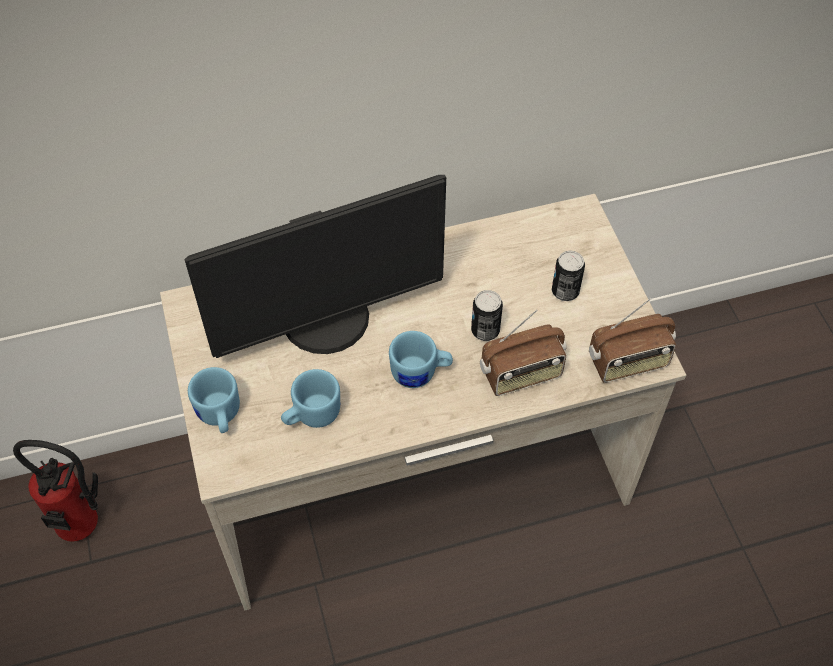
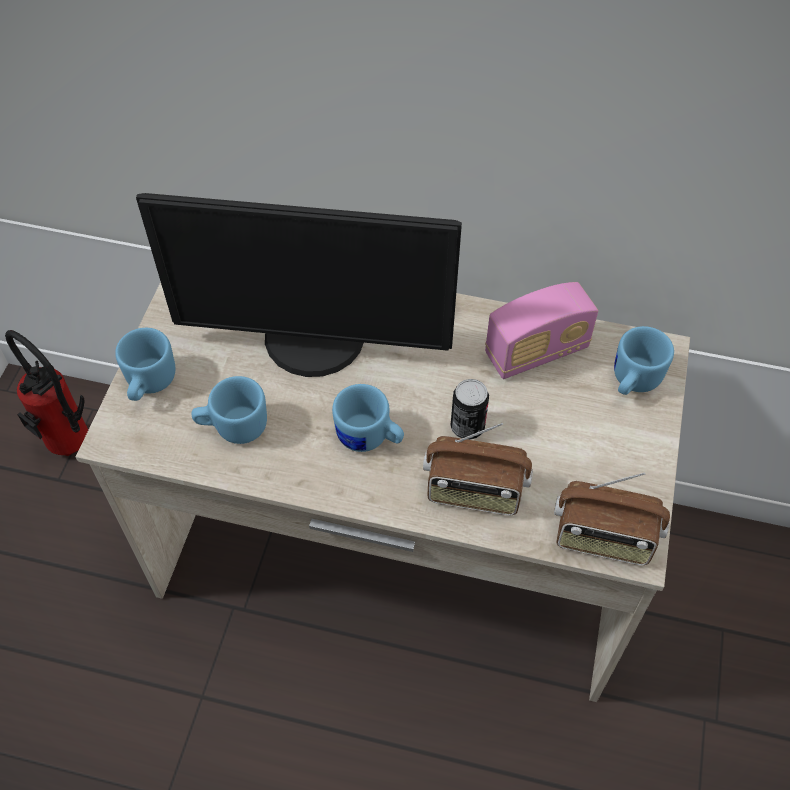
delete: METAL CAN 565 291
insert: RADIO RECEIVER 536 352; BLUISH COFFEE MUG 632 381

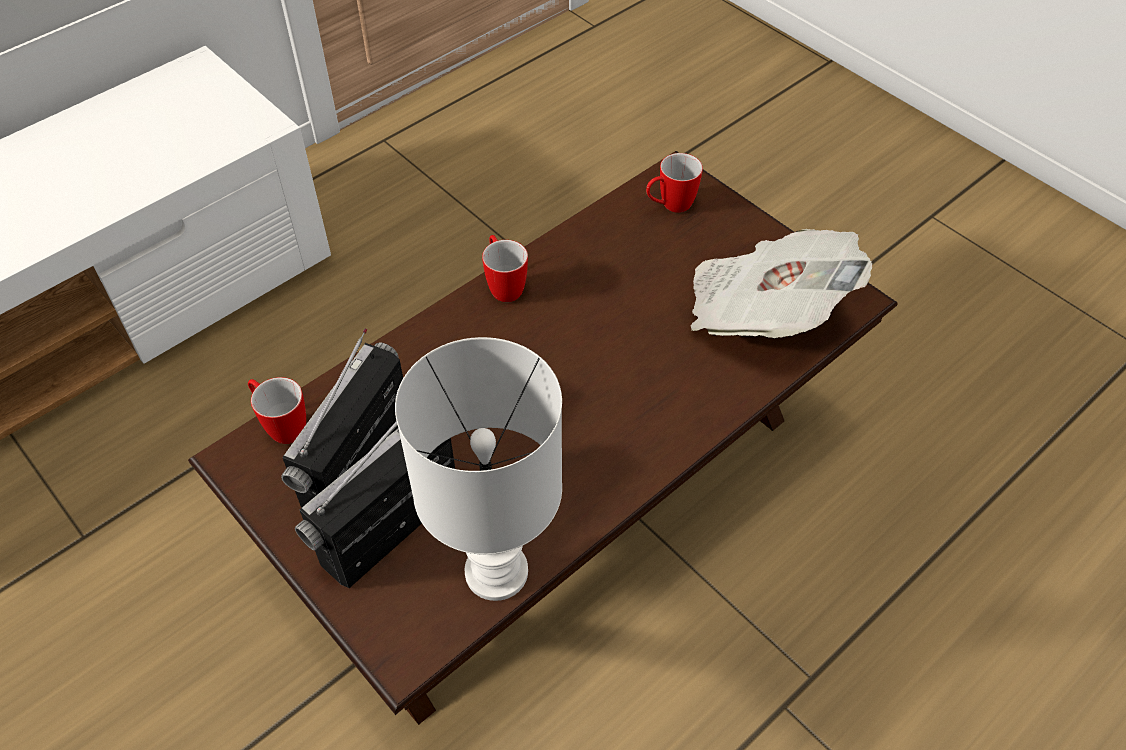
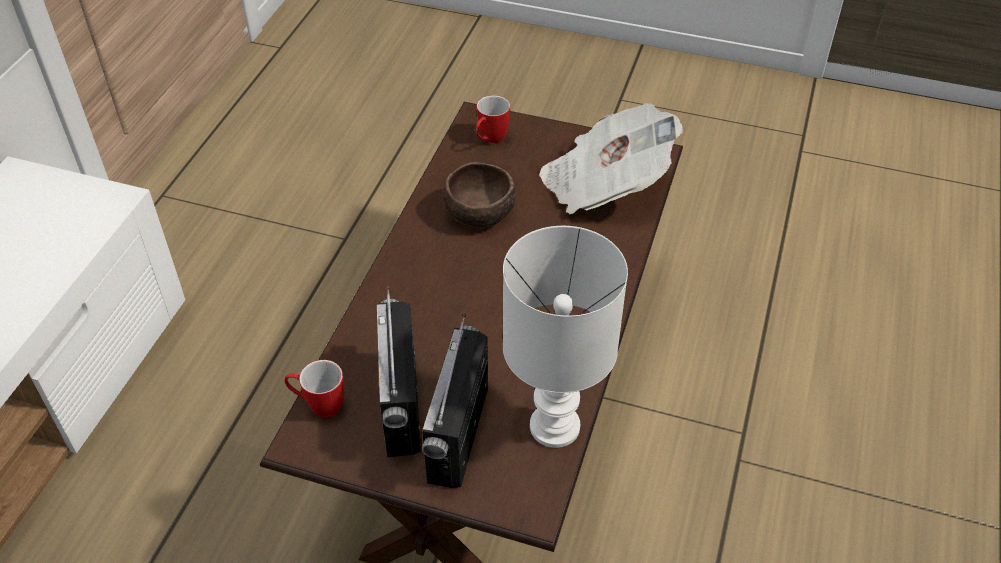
delete: COFFEE MUG 503 285
insert: BROWNISH DEEP DISH 481 212

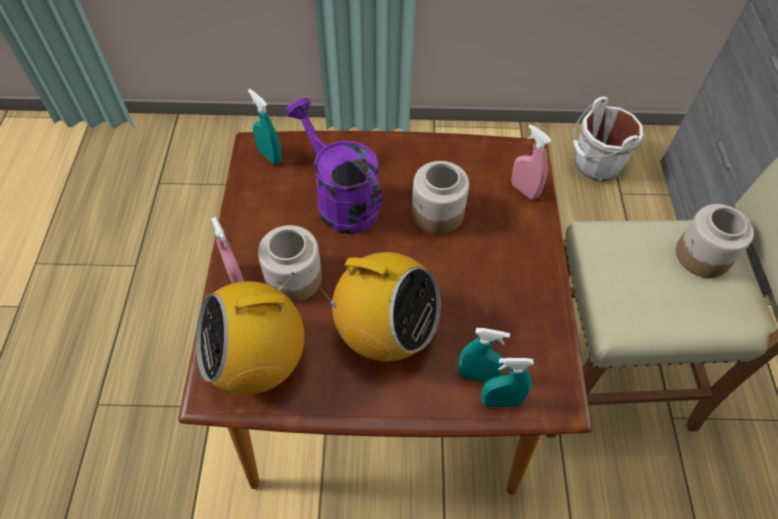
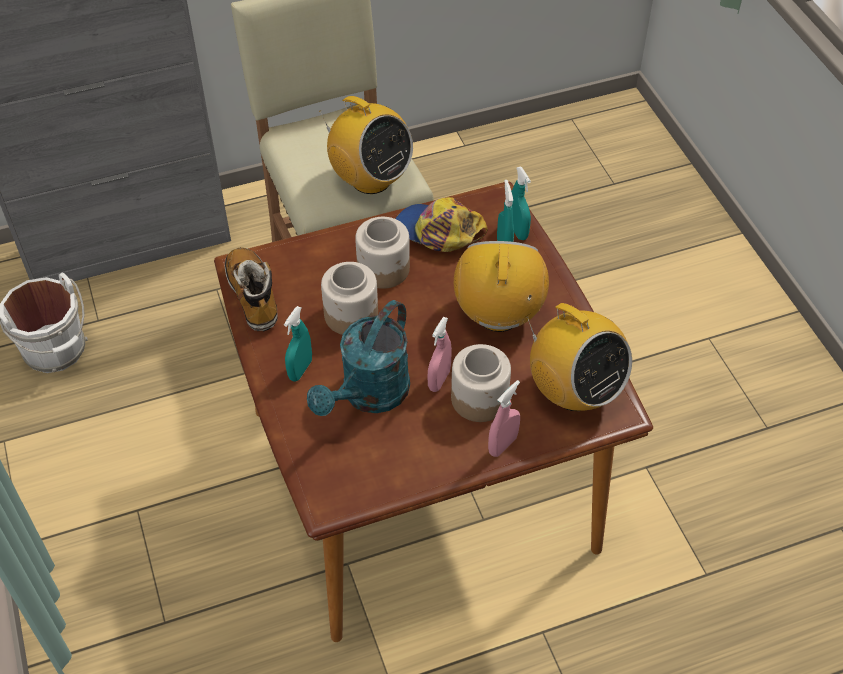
insert: RADIO RECEIVER 370 180; BASEBALL CAP 438 232; BOOT 253 296
move: BLUE-GREEN HAND SPRAYER 270 156 to 300 370; PINKISH HAND SPRAYER 524 190 to 439 380; STORAGE JAR 702 256 to 384 269
recolor: PURPLE-COLOURED WATERING POT 340 200 to BLUE-GREEN WATERING POT 369 396

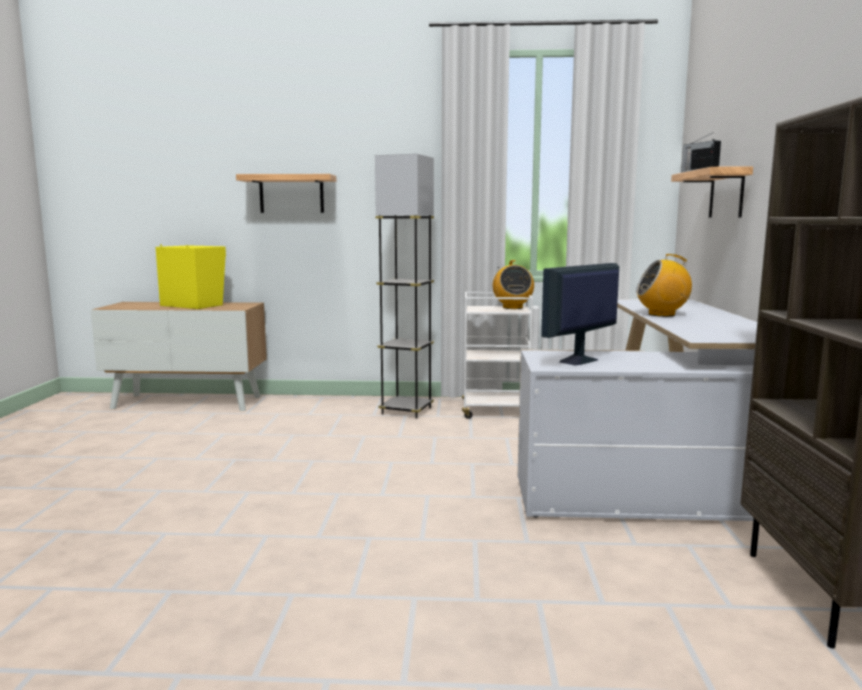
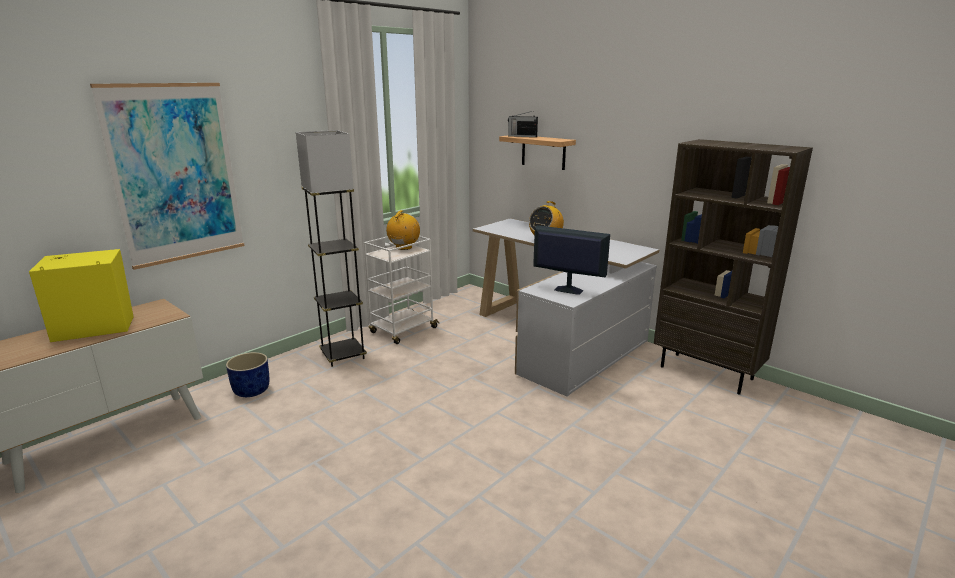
insert: BLUISH FLOWER POT 252 391
replace: SHELF 291 194 to PICTURE 175 174
rotate: RADIO RECEIVER 512 307 = 404 247 105 degrees counterclockwise; MONITOR 578 361 = 567 290 120 degrees clockwise

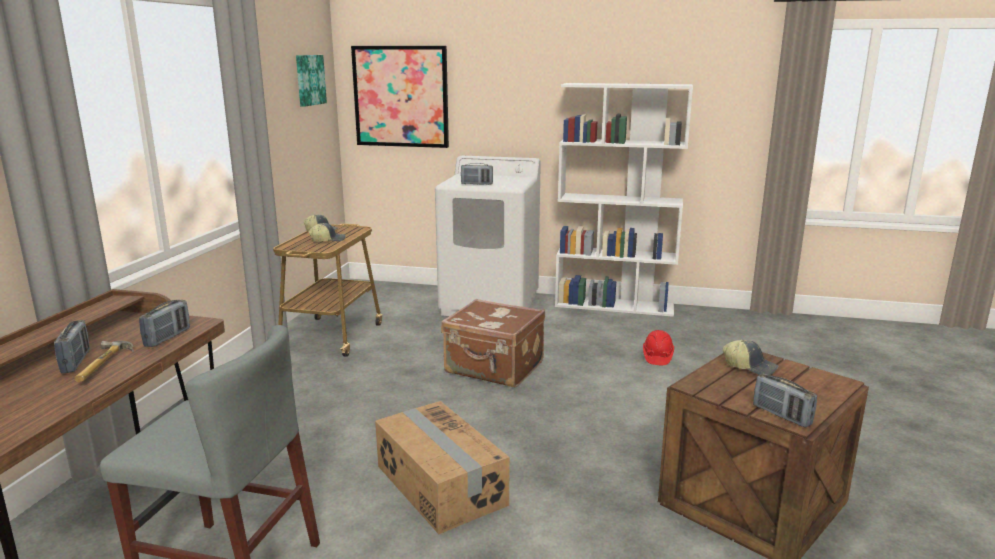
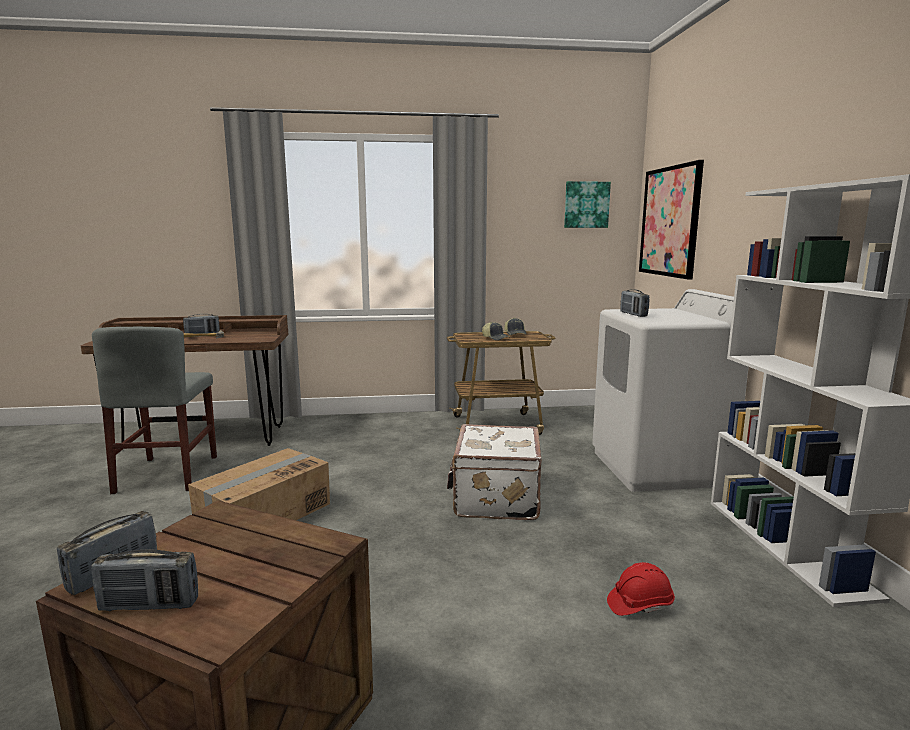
delete: BASEBALL CAP 750 366
move: RADIO RECEIVER 167 337 to 149 605
recolor: BROWNISH SUITCASE 494 368 to WHITISH SUITCASE 495 499

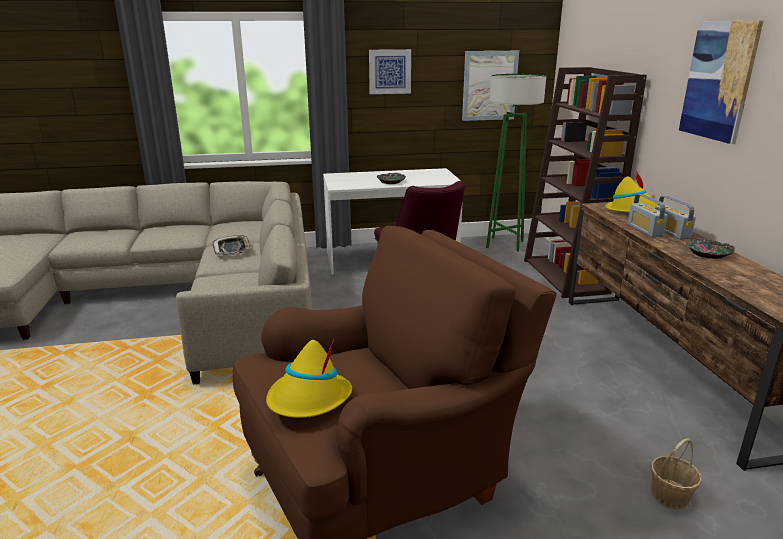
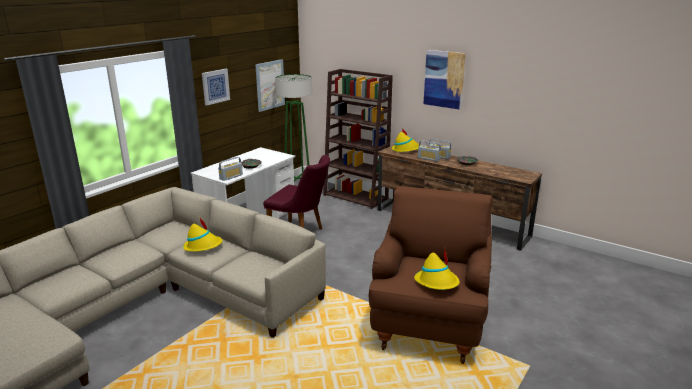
delete: HOUSEHOLD BASKET 670 495
insert: RADIO RECEIVER 231 177
replace: TRAY 232 249 to YELLOW-COLOURED CLOTHING HAT 203 246

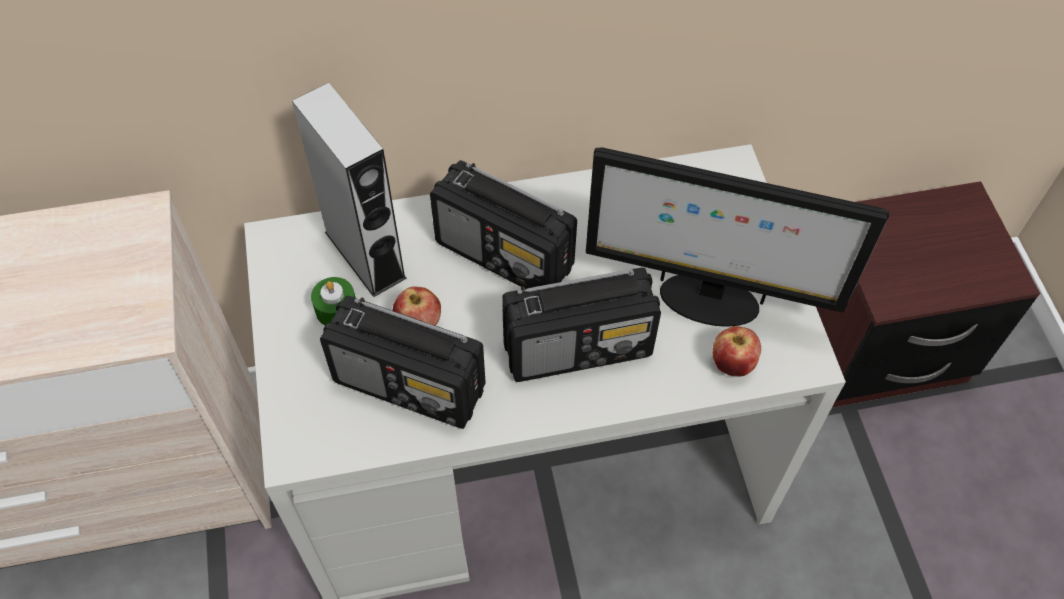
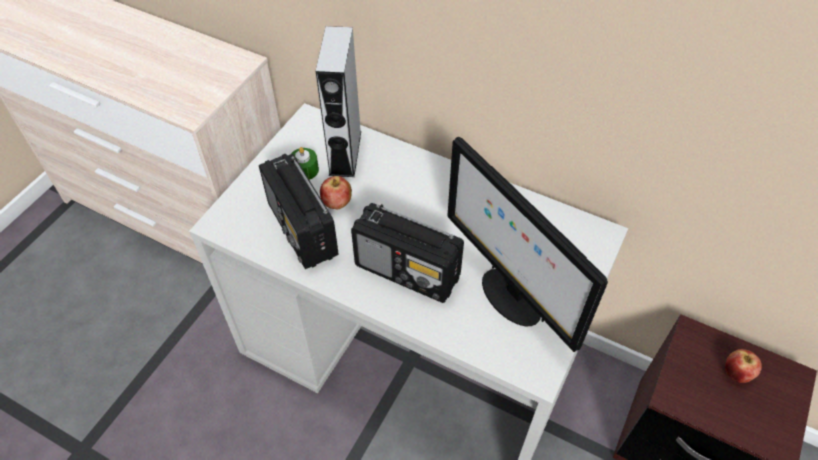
delete: RADIO RECEIVER 505 256
move: WHOLE APPLE 732 364 to 736 373

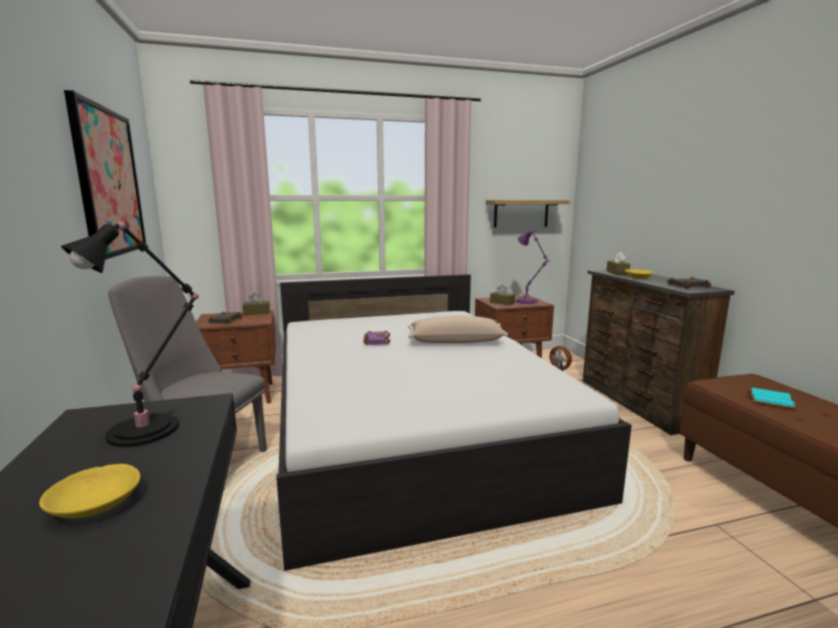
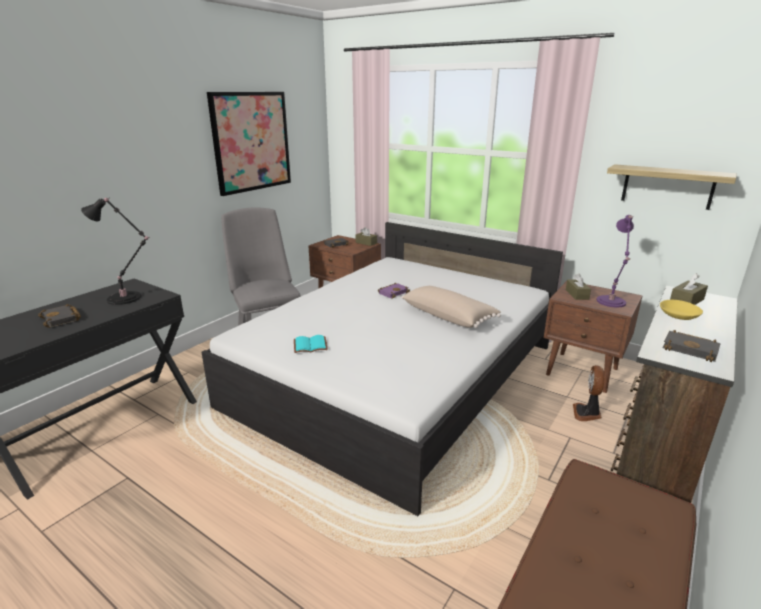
move: BLUE-GREEN VOLUME 769 399 to 311 345
replace: YELLOW-COLOURED DEEP DISH 97 504 to BLACK VOLUME 62 319

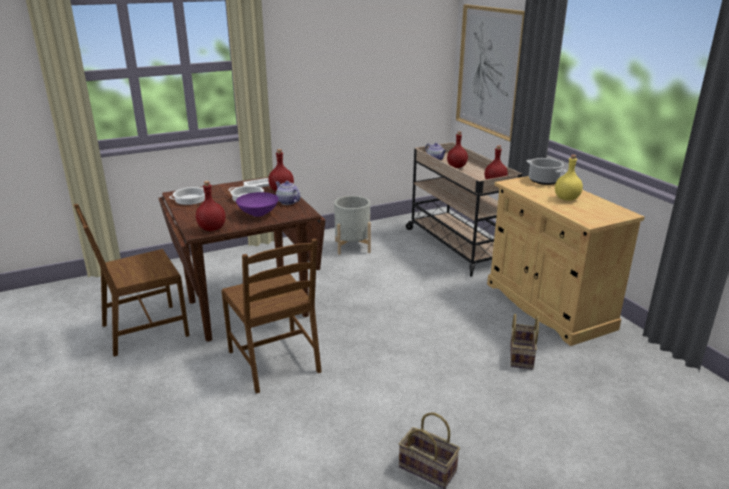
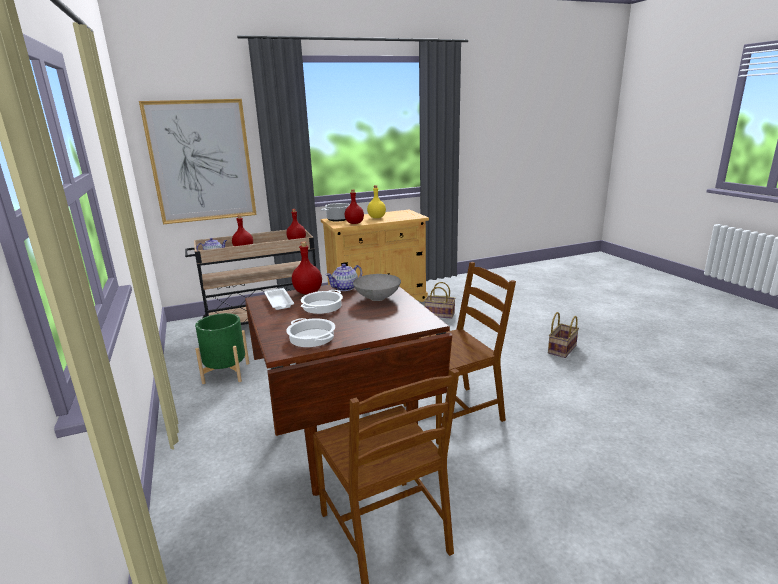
move: REDDISH DRINK BOTTLE 212 229 to 355 223
recolor: PURPLE-COLOURED DEEP DISH 259 214 to GREYISH DEEP DISH 377 298; GREYISH FLOWER POT 352 246 to GREEN-COLOURED FLOWER POT 226 373

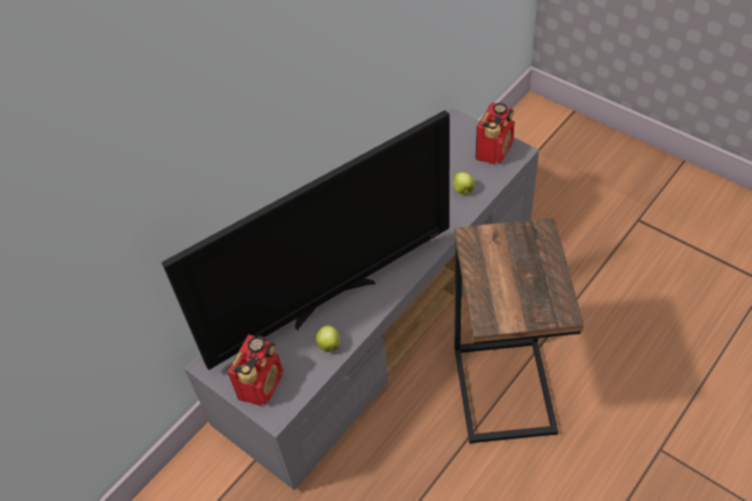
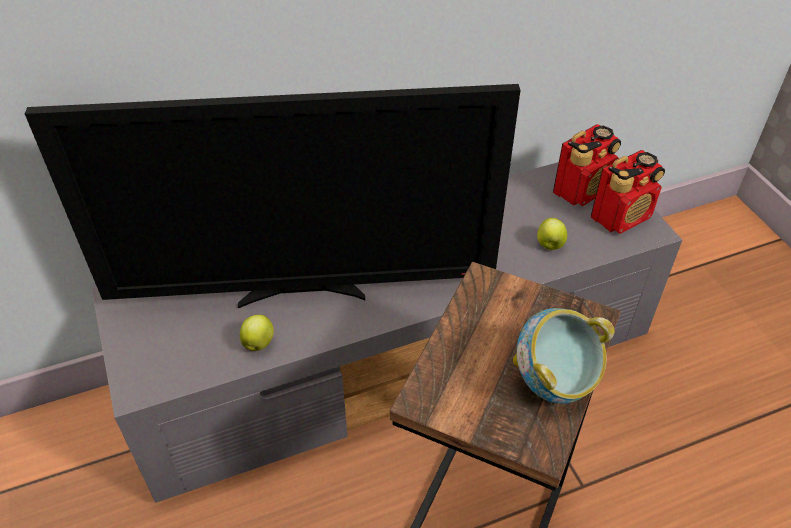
insert: DEEP DISH 554 382
move: RADIO RECEIVER 261 384 to 582 190

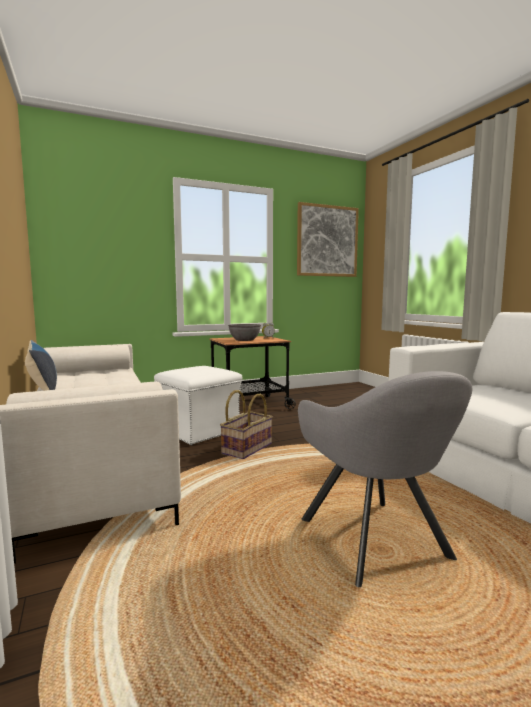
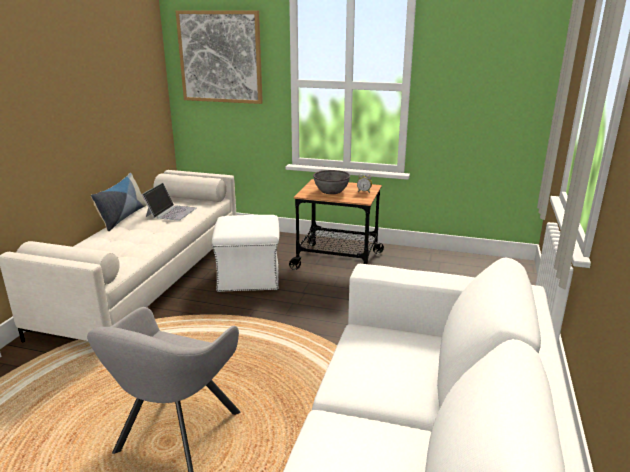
delete: HOUSEHOLD BASKET 246 448
insert: PORTABLE COMPUTER 171 212
move: PICTURE 327 241 to 220 57

